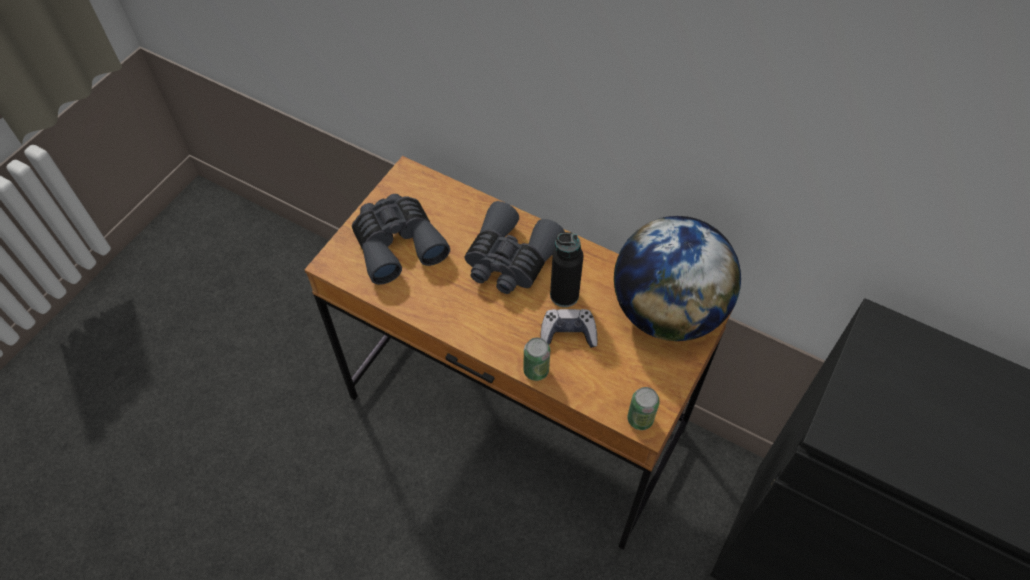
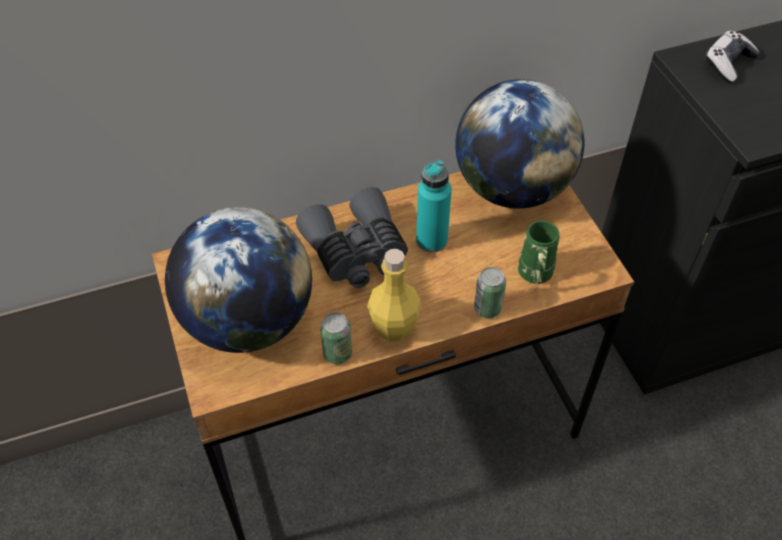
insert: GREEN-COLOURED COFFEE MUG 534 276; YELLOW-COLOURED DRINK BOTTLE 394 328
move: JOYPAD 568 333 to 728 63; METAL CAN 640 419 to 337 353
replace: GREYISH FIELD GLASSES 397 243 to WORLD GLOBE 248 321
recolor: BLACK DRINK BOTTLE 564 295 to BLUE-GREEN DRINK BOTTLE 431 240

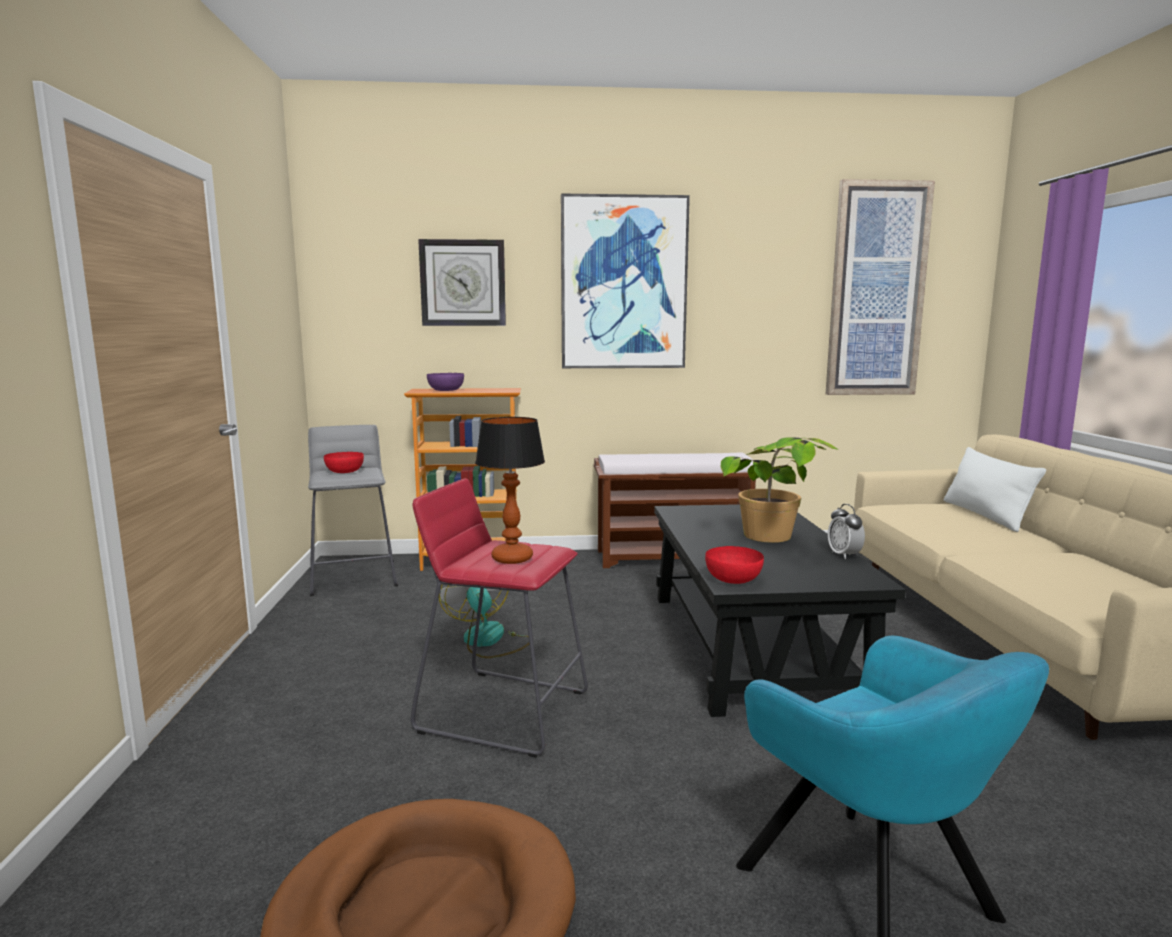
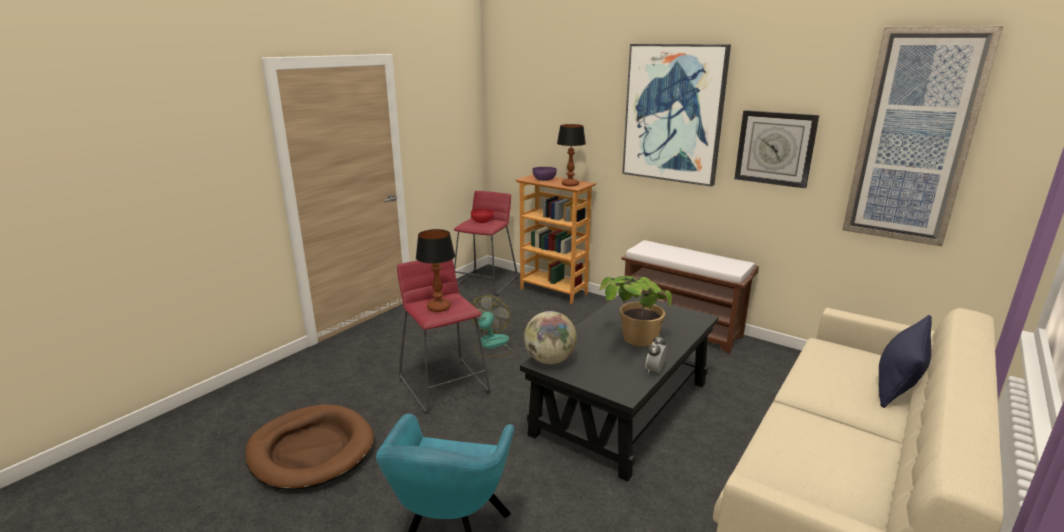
insert: LAMP FOR A TABLE 570 184
move: CLOCK ON THE WALL 463 283 to 775 148
replace: REDDISH DEEP DISH 733 579 to WORLD GLOBE 549 360
recolor: GREYISH SITTING STOOL 353 577 to REDDISH SITTING STOOL 485 283; WHITISH THROW PILLOW 985 515 to BLUISH THROW PILLOW 898 383

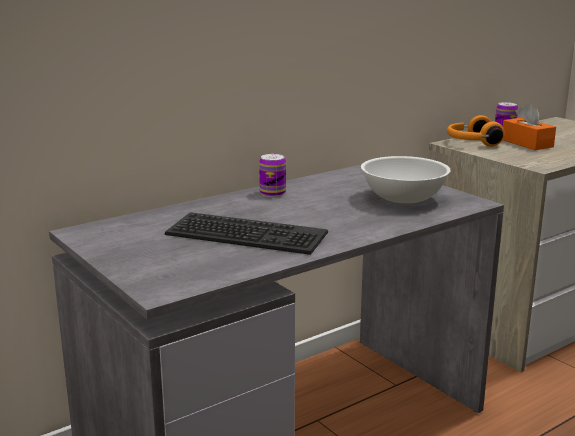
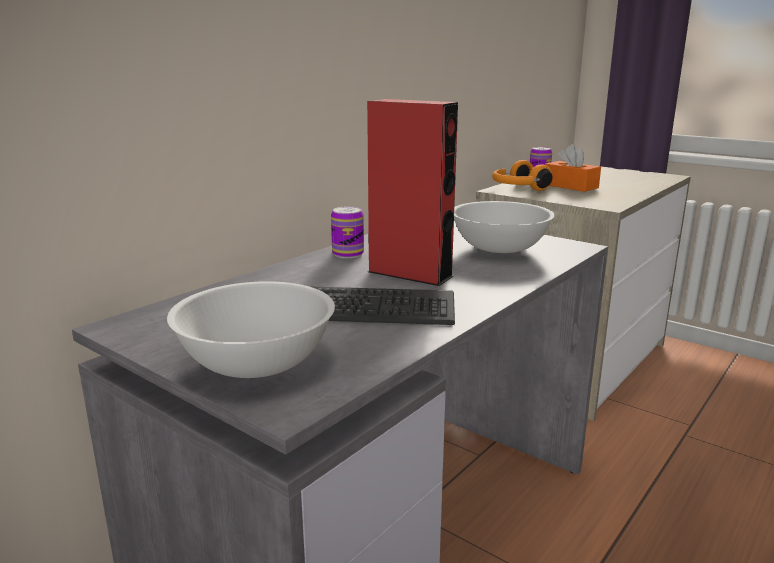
insert: REDDISH AUDIO SPEAKER 410 274; WHITISH DEEP DISH 255 363

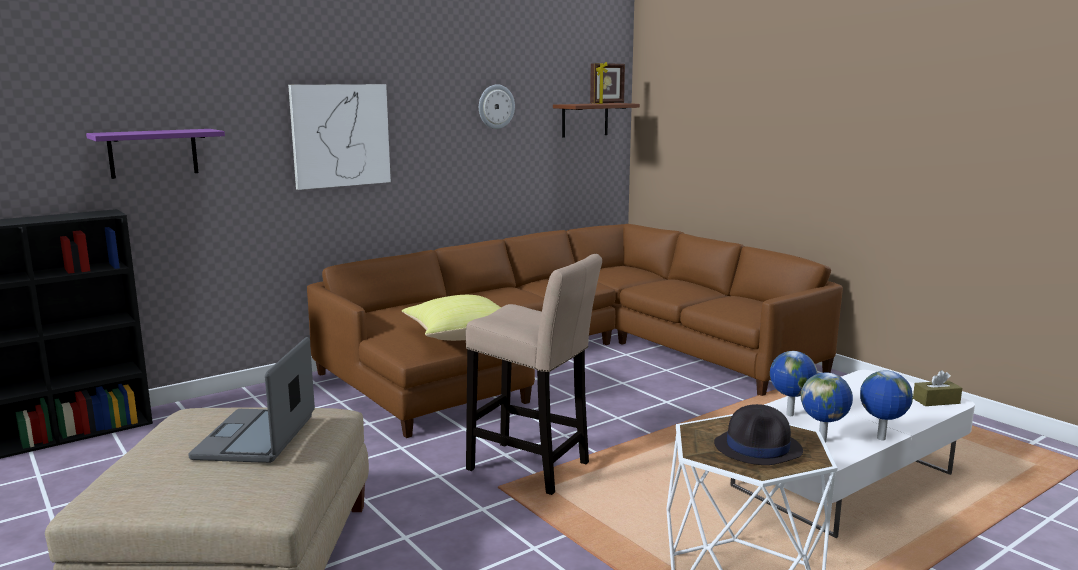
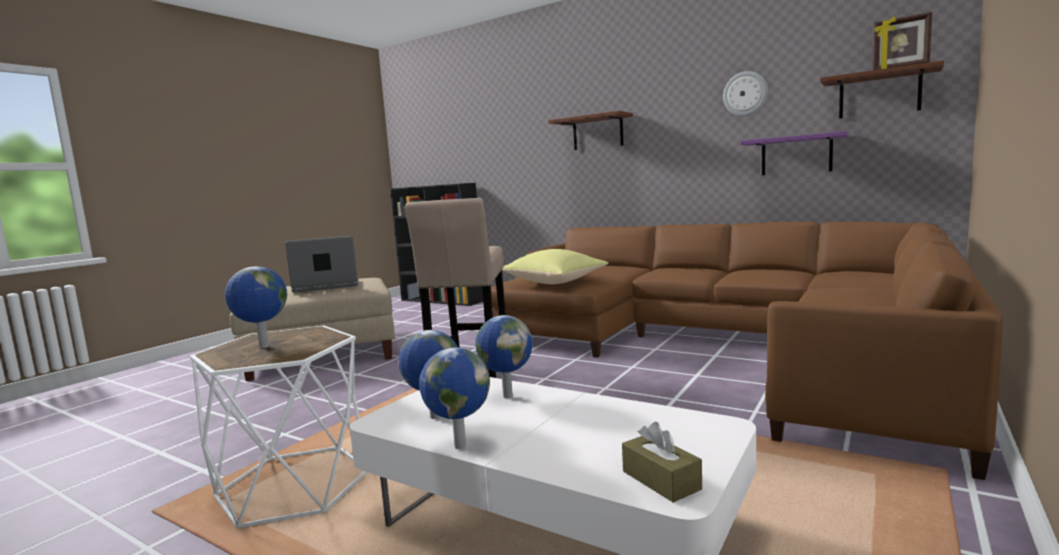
move: PURPLE-COLOURED SHELF 153 153 to 796 155
replace: PICTURE 340 135 to BROWNISH SHELF 597 132; BLACK CLOTHING HAT 758 448 to WORLD GLOBE 263 347

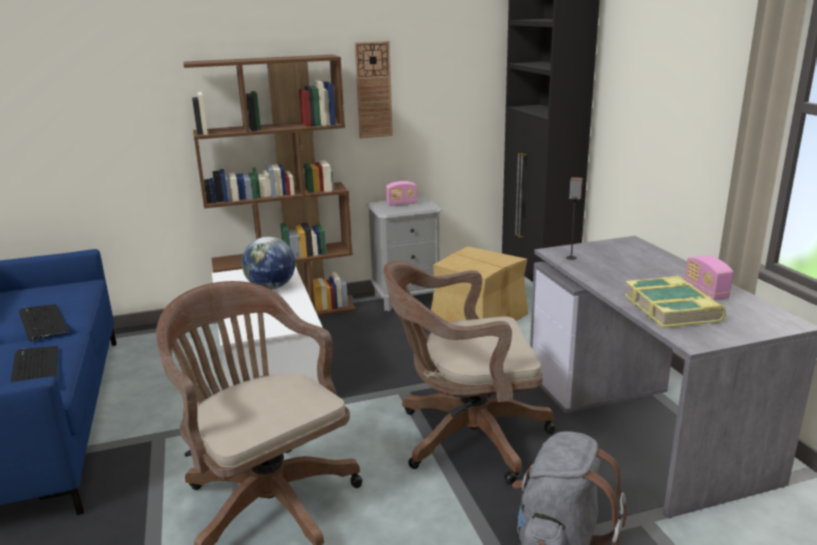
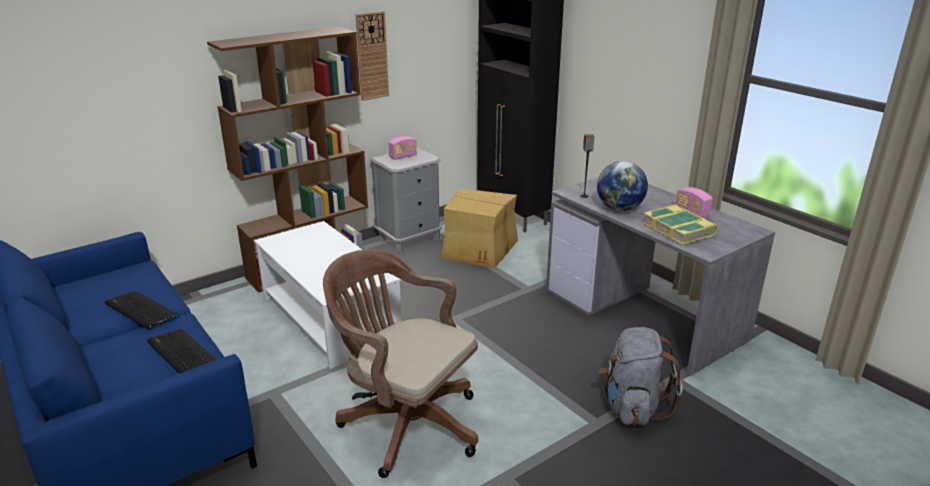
delete: BROWNISH OFFICE CHAIR 464 437
move: WORLD GLOBE 271 287 to 619 209

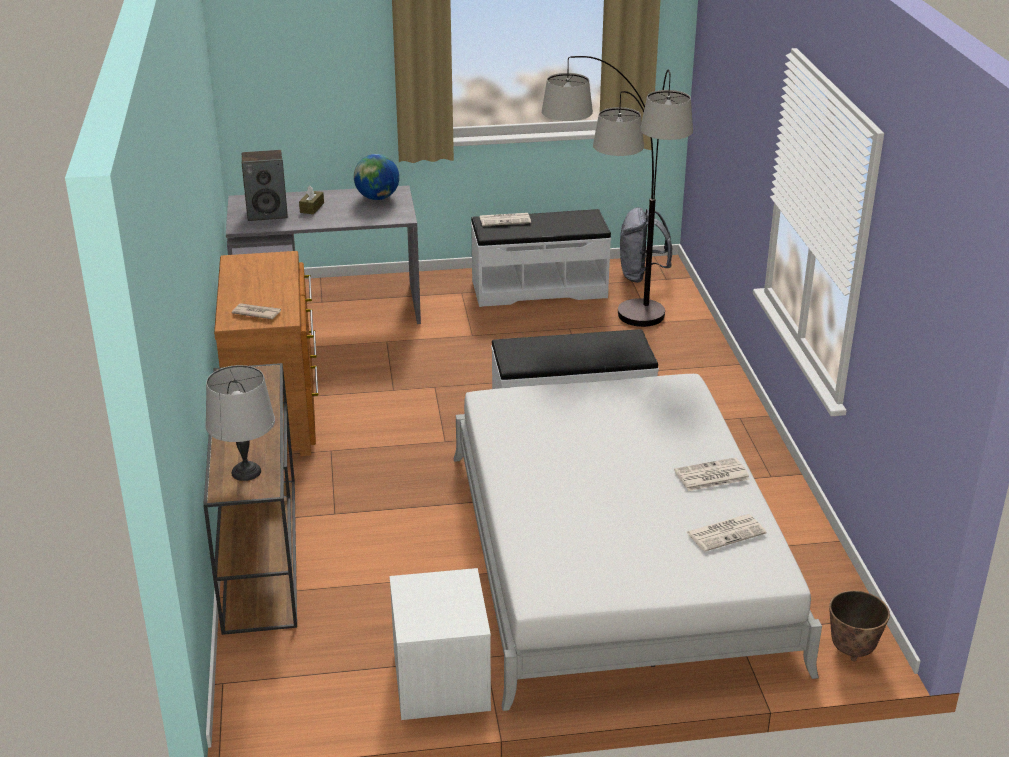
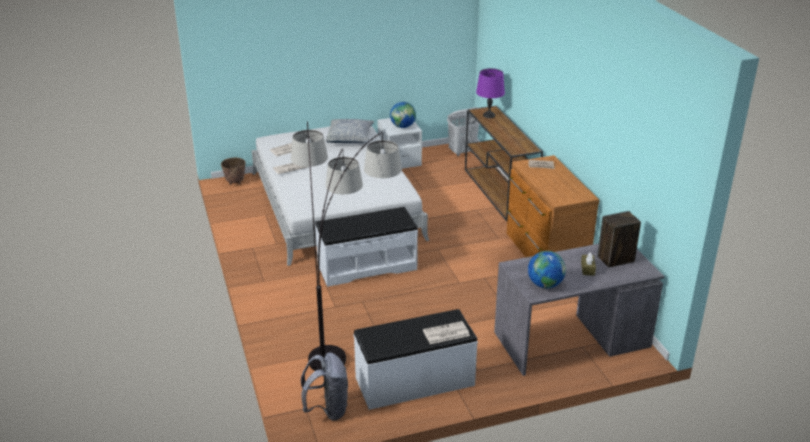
insert: WORLD GLOBE 403 126; WHITISH HAMPER 462 152; THROW PILLOW 350 138
recolor: GREYISH LAMP FOR A TABLE 245 472 to PURPLE-COLOURED LAMP FOR A TABLE 489 115

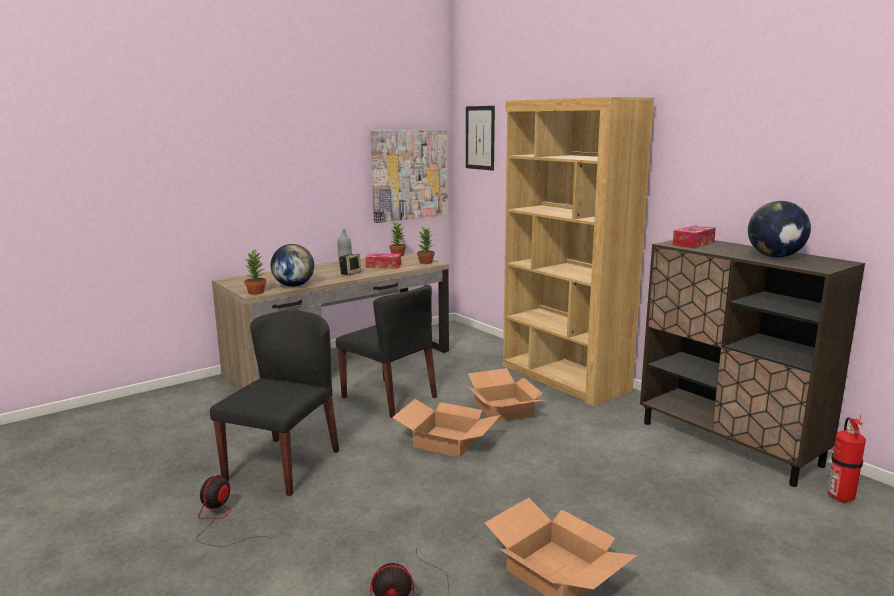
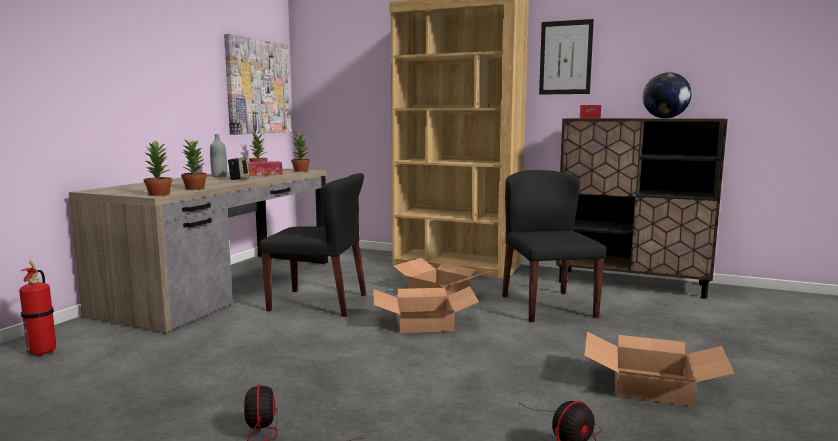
move: PICTURE 480 138 to 565 57; BLACK UPRIGHT CHAIR 283 465 to 547 305; FIRE-FIGHTING CYLINDER 839 496 to 43 352
replace: WORLD GLOBE 293 286 to PLANT IN A POT 194 188

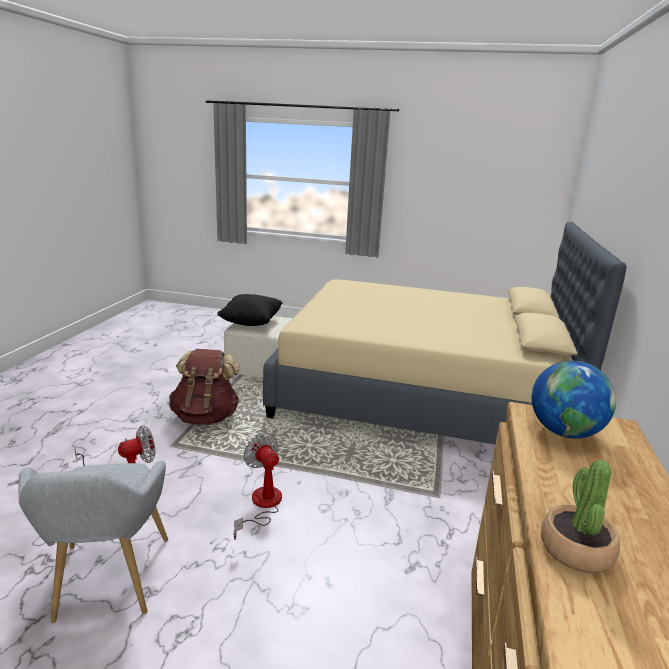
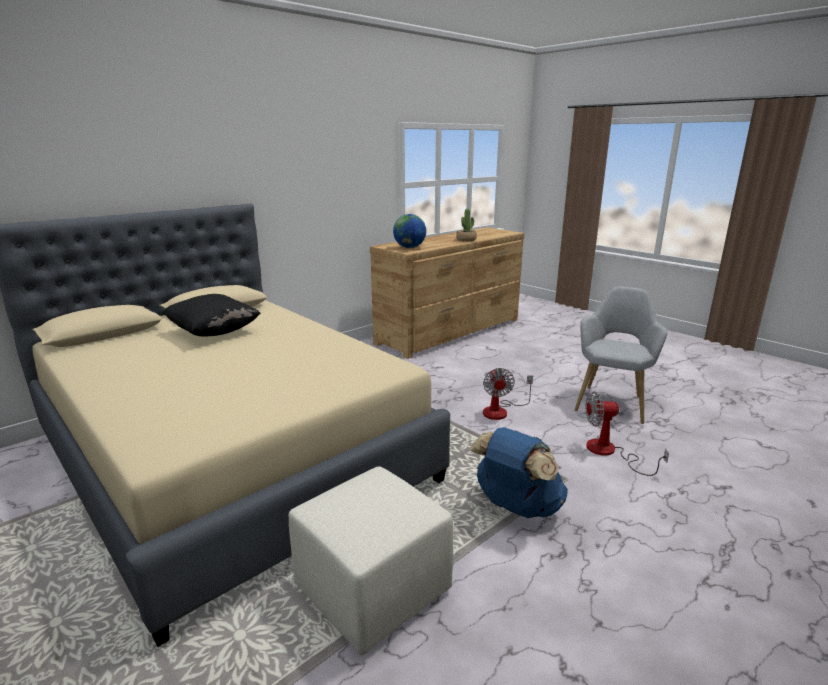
move: BLACK THROW PILLOW 251 323 to 214 332
recolor: BROWNISH RUCKSACK 206 417 to BLUISH RUCKSACK 516 507

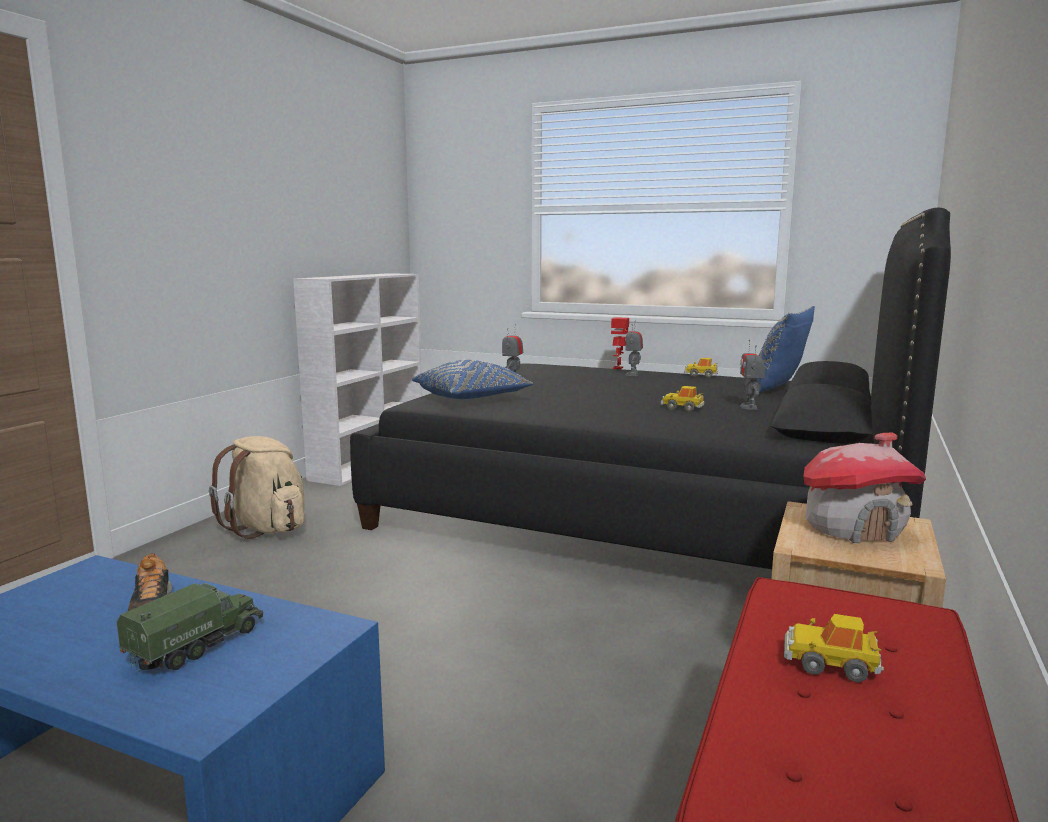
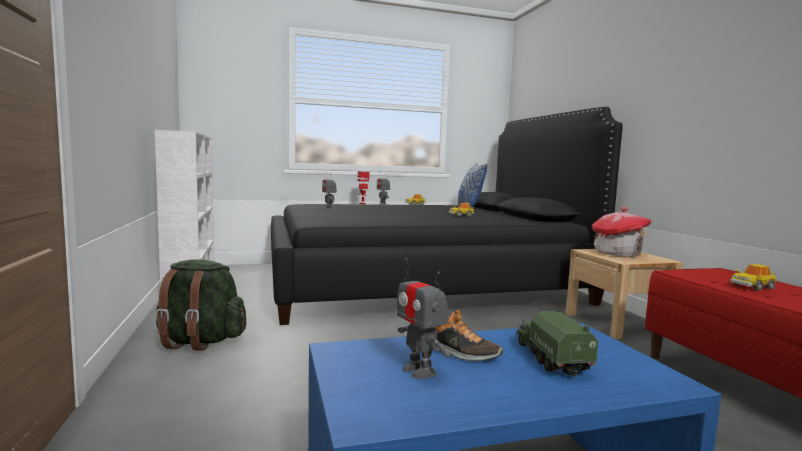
delete: BLUISH THROW PILLOW 472 399
move: MODEL ROBOT 749 407 to 419 371
recolor: SAND-COLOURED RUCKSACK 267 528 to GREEN-COLOURED RUCKSACK 200 341

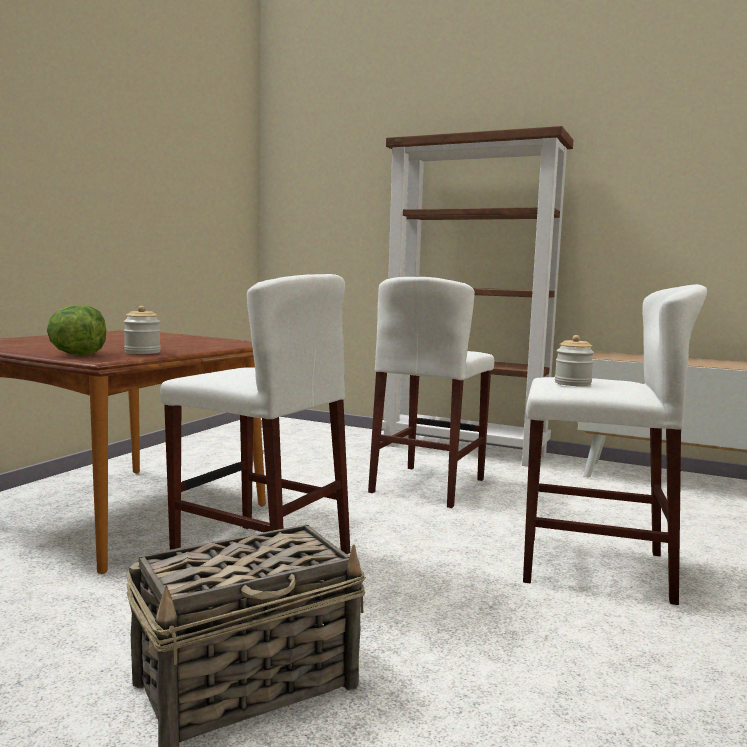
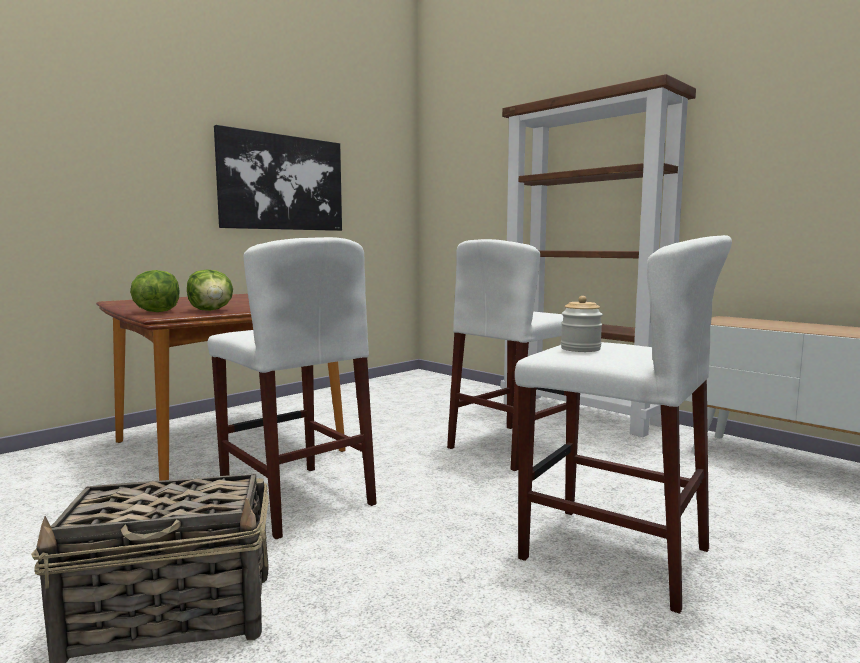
insert: PICTURE 282 182
replace: STORAGE JAR 142 352 to LETTUCE HEAD 211 310

